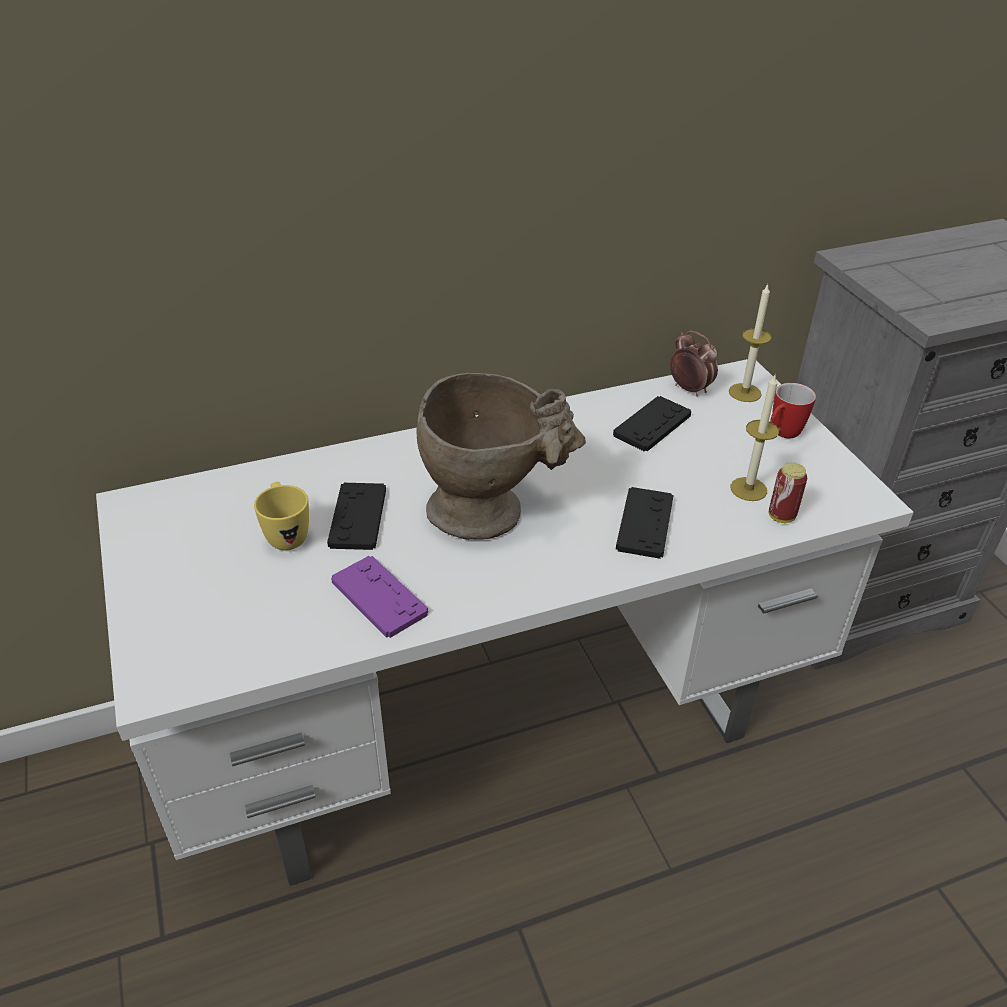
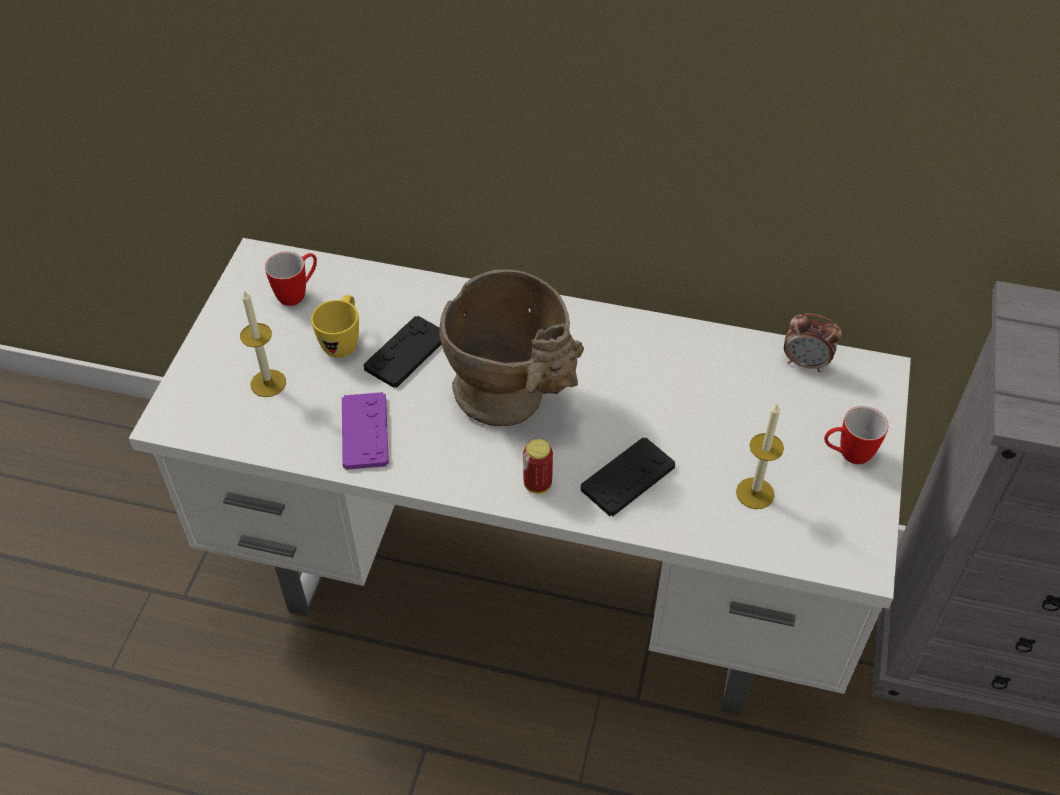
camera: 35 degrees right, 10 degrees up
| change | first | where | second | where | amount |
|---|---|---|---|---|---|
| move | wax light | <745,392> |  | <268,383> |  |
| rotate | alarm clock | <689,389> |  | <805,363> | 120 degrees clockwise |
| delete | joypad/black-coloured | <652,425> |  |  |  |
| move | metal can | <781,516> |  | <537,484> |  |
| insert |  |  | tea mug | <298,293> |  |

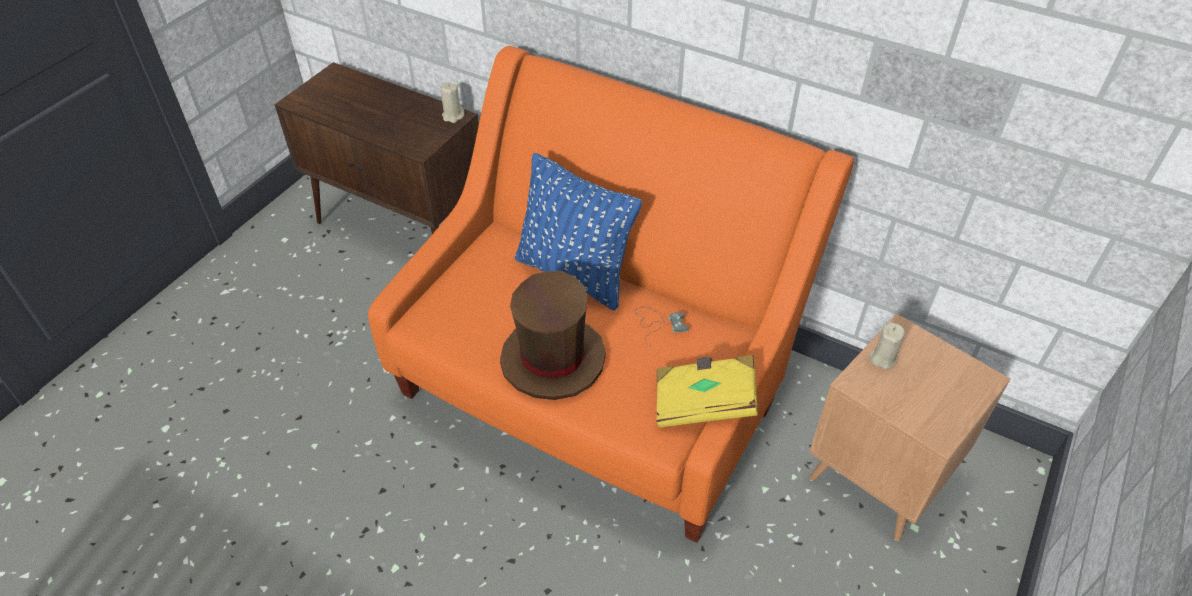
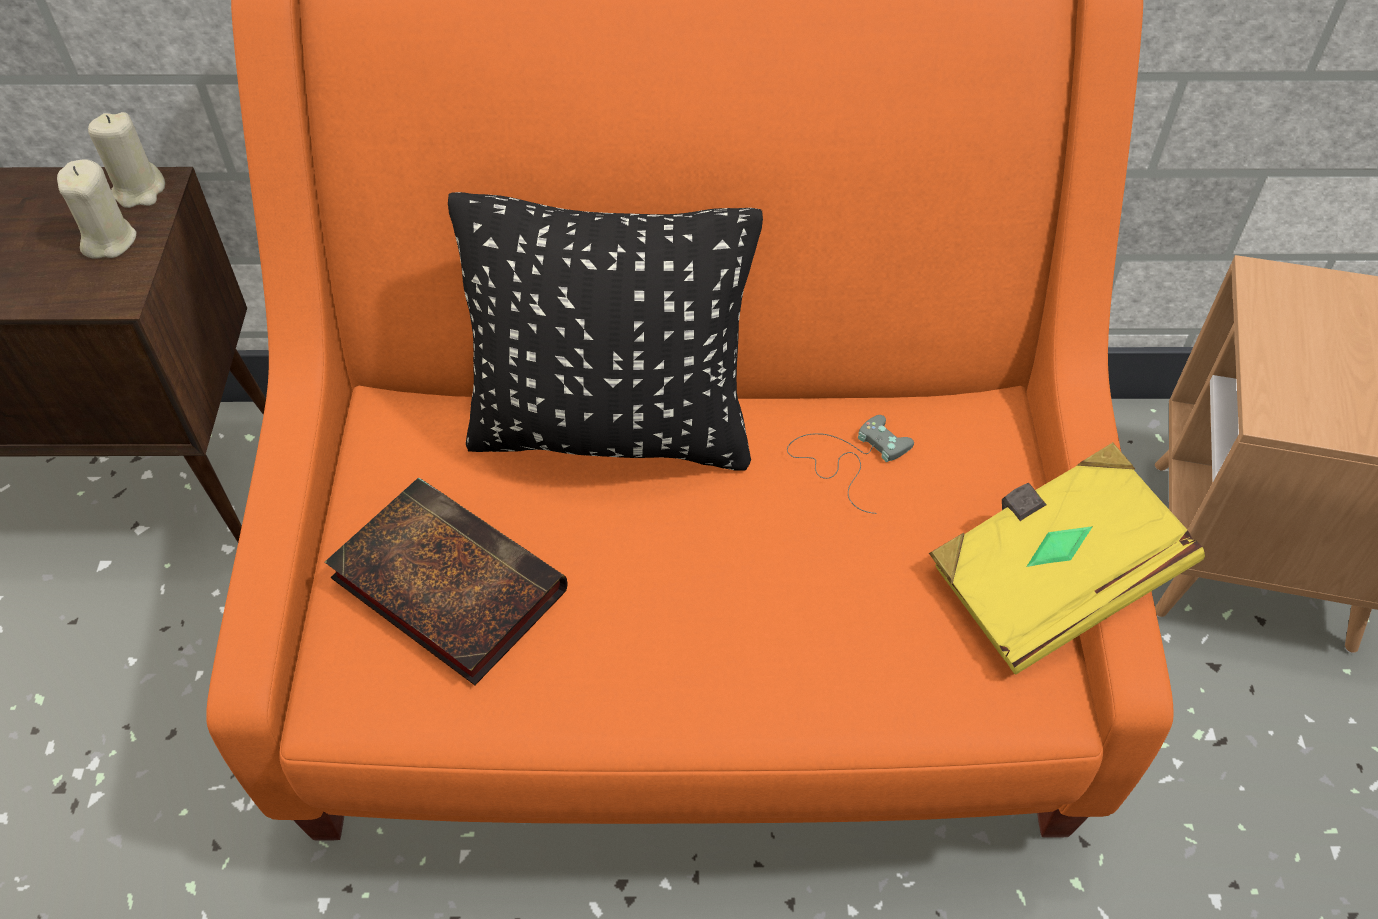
camera: 30 degrees left, 5 degrees up
| change | first | where | second | where | amount |
|---|---|---|---|---|---|
| recolor | throw pillow/bluish | <574,274> | throw pillow/black-coloured | <612,429> |  |
| delete | clothing hat/brown | <553,359> |  |  |  |
| move | wax light/beige | <883,358> |  | <109,240> |  |
| insert |  |  | volume | <443,584> |  |

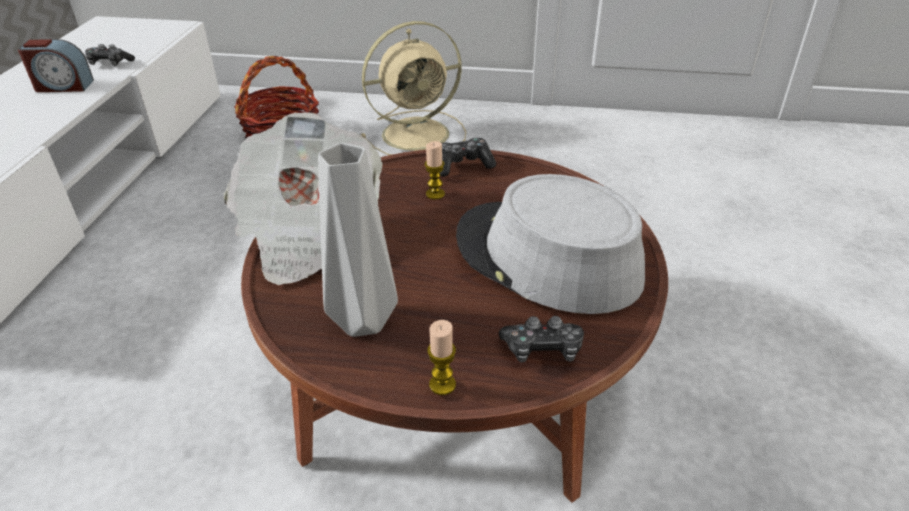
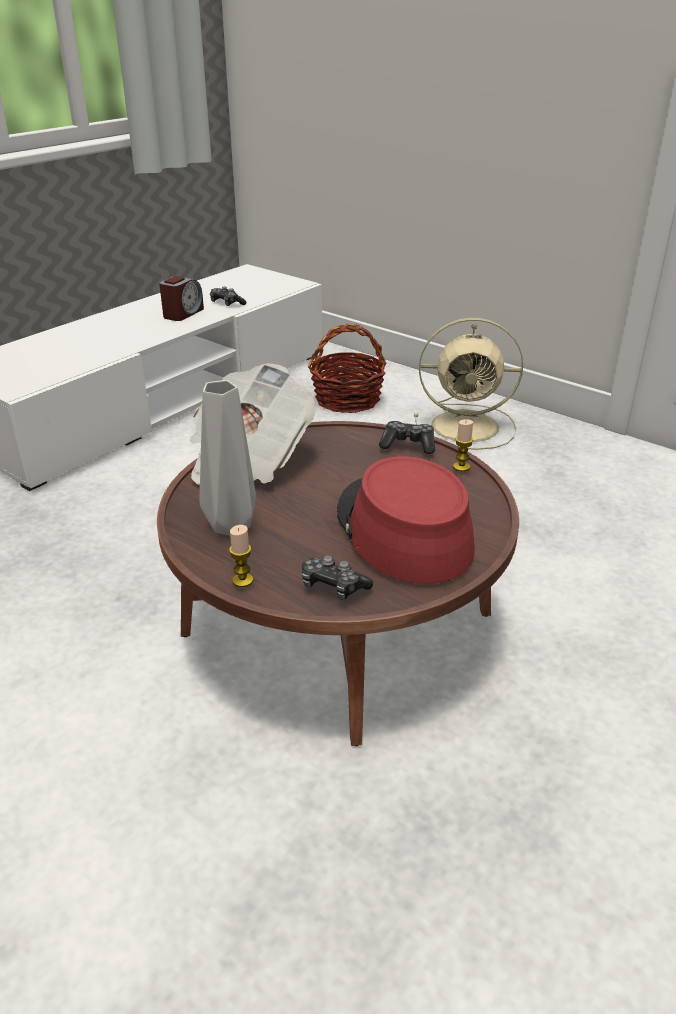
camera: 30 degrees right, 5 degrees down
| change | first | where | second | where | amount |
|---|---|---|---|---|---|
| rotate | alarm clock | <63,86> |  | <183,313> | 90 degrees counterclockwise |
| move | wax light | <435,194> |  | <461,467> |  |
| recolor | clothing hat/grey | <546,258> | clothing hat/red-coloured | <402,530> |  |

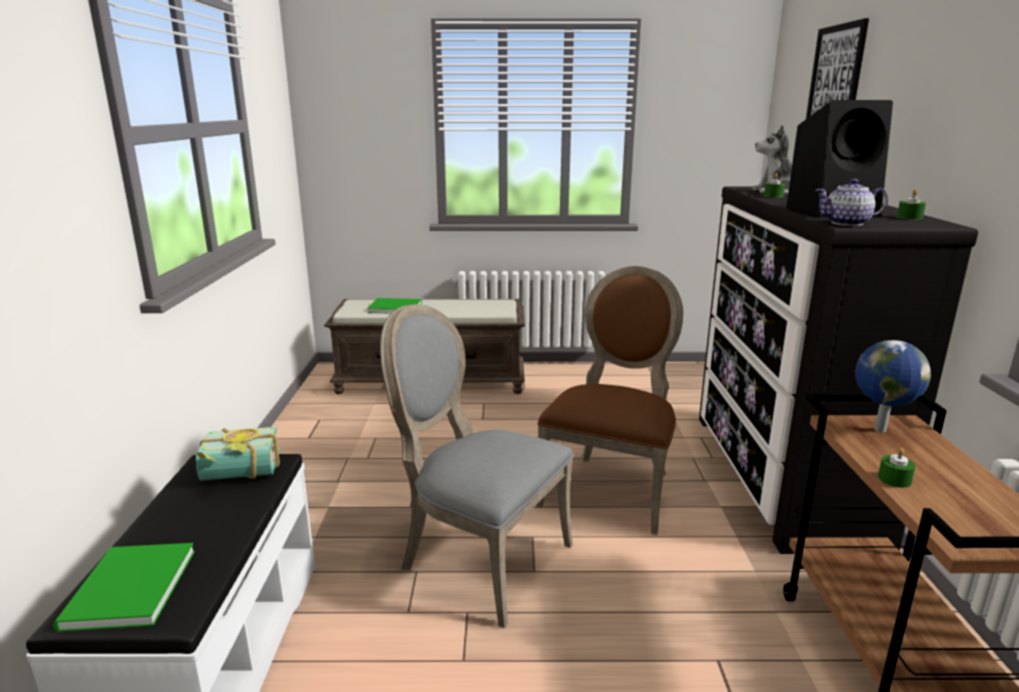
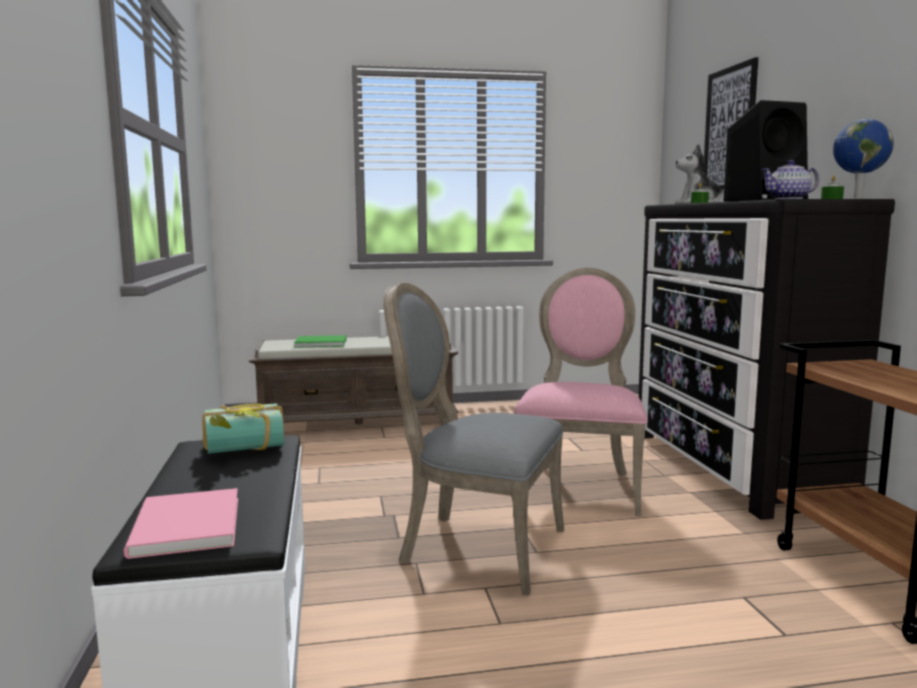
camera: 10 degrees left, 10 degrees down
| change | first | where | second | where | amount |
|---|---|---|---|---|---|
| recolor | plain chair/brown | <611,488> | plain chair/pink-coloured | <579,487> |  |
| move | world globe | <878,429> |  | <856,198> |  |
| delete | wax light/green-coloured | <894,479> |  |  |  |
| recolor | volume/green-coloured | <126,591> | volume/pink-coloured | <183,528> |  |

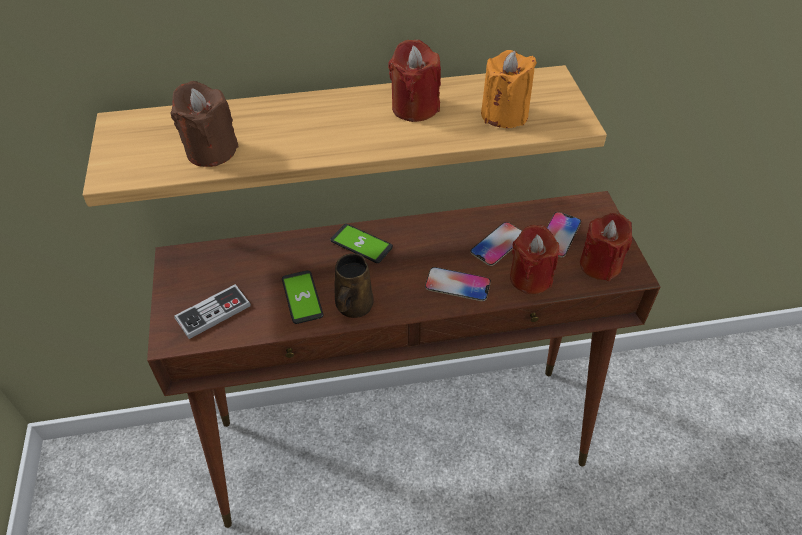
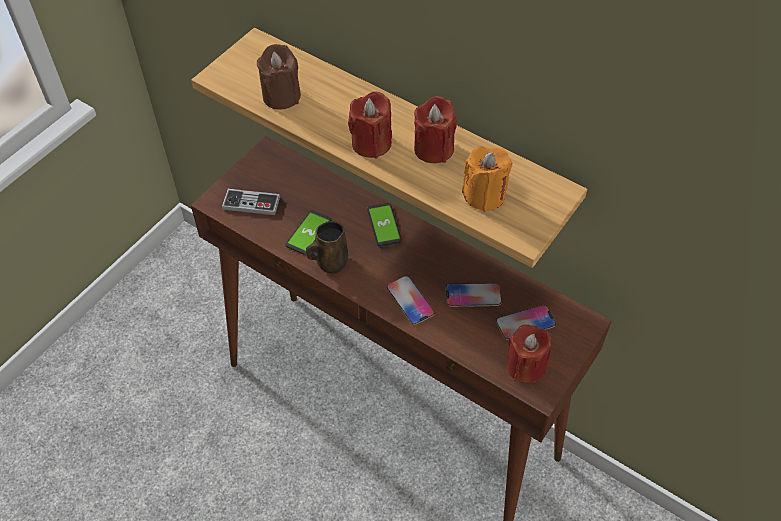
camera: 45 degrees right, 5 degrees up
| change | first | where | second | where | amount |
|---|---|---|---|---|---|
| move | wax light/red-coloured | <530,278> |  | <371,143> |  |

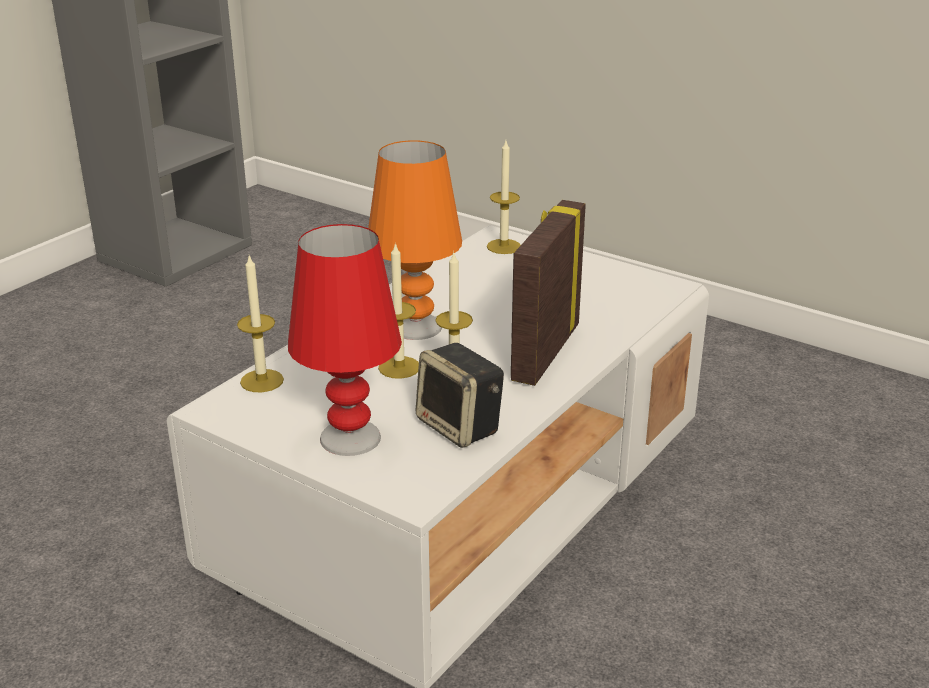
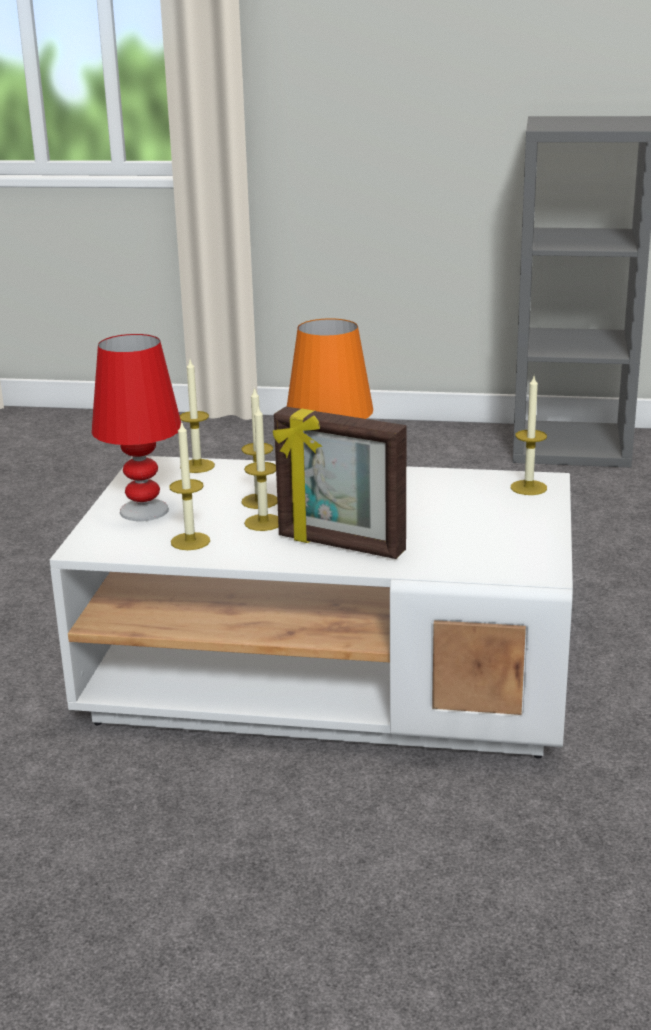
camera: 65 degrees right, 5 degrees down
| change | first | where | second | where | amount |
|---|---|---|---|---|---|
| rotate | standing frame | <543,352> |  | <340,545> | 150 degrees counterclockwise |
| replace | loudspeaker | <461,427> | wax light | <190,541> |  |

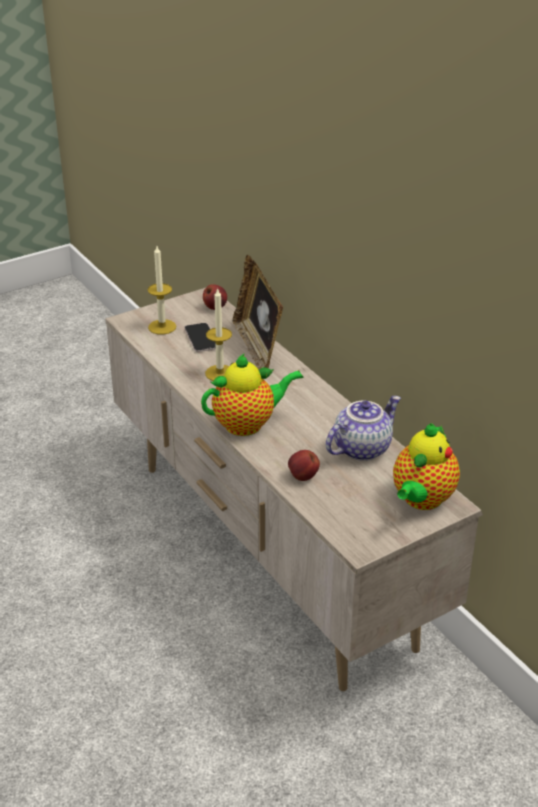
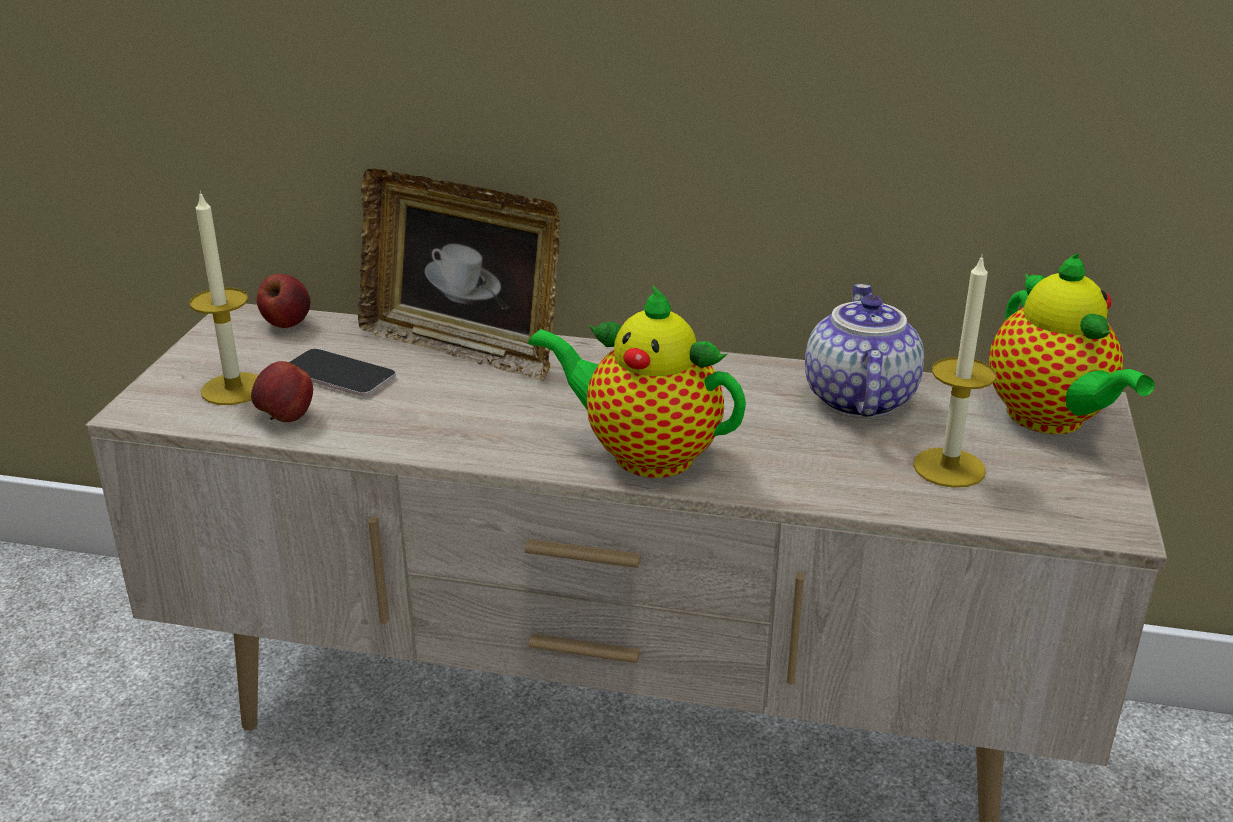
camera: 45 degrees left, 5 degrees down
| change | first | where | second | where | amount |
|---|---|---|---|---|---|
| move | wax light | <220,373> |  | <949,467> |  |
| rotate | tea pot | <248,424> |  | <644,454> | 90 degrees counterclockwise |
| move | apple fruit | <302,477> |  | <286,418> |  |

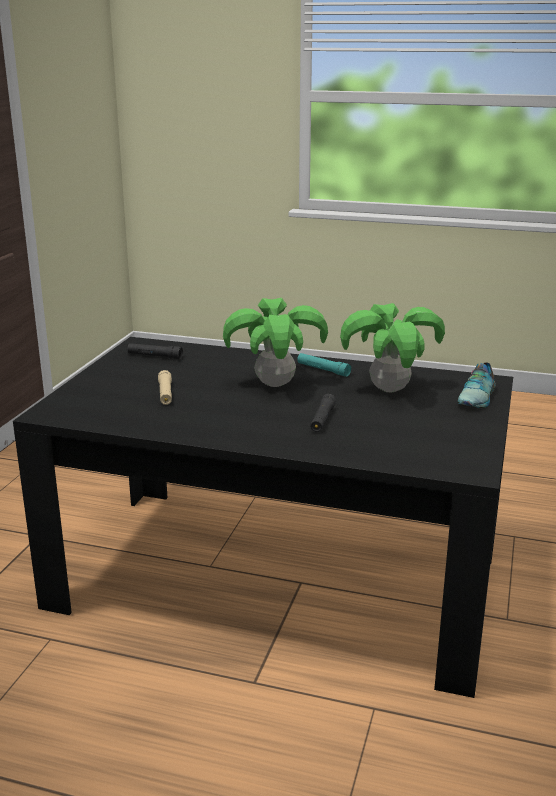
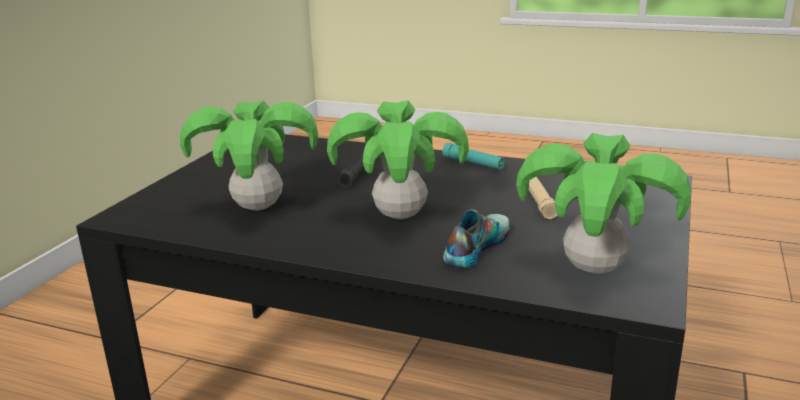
camera: 175 degrees left, 0 degrees up
| change | first | where | second | where | amount |
|---|---|---|---|---|---|
| replace | flashlight/black-coloured | <155,356> | houseplant | <594,268> |  |
| move | flashlight/turquoise-coloured | <323,370> |  | <473,163> |  |
| move | shoe | <478,398> |  | <475,246> |  |

